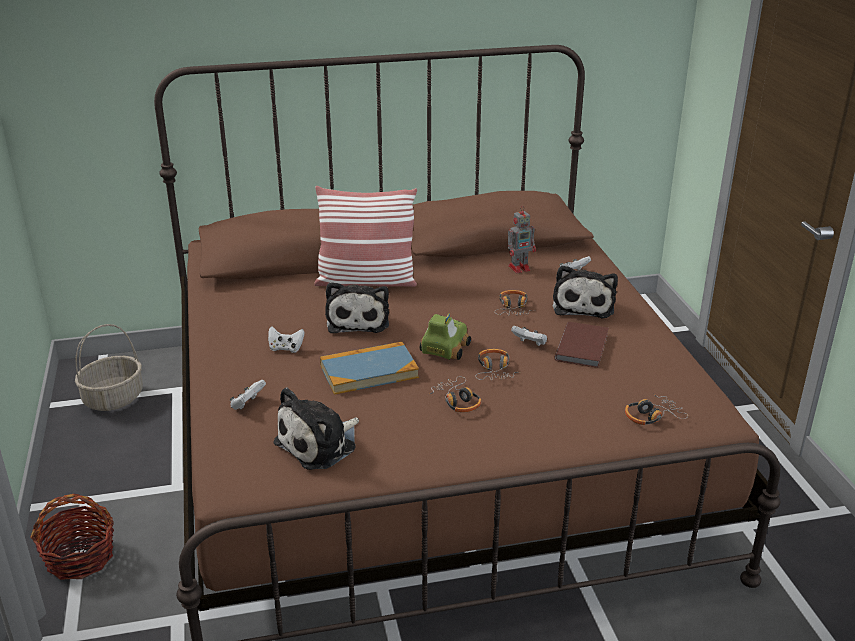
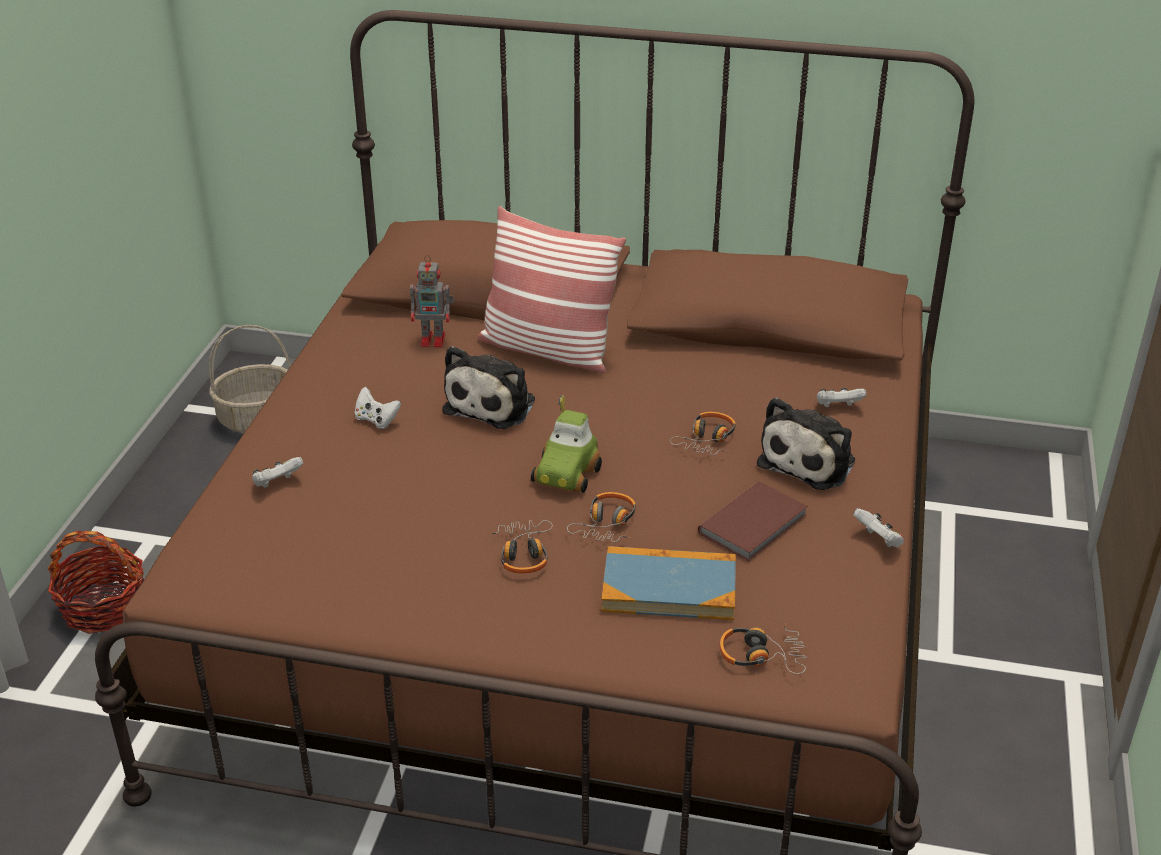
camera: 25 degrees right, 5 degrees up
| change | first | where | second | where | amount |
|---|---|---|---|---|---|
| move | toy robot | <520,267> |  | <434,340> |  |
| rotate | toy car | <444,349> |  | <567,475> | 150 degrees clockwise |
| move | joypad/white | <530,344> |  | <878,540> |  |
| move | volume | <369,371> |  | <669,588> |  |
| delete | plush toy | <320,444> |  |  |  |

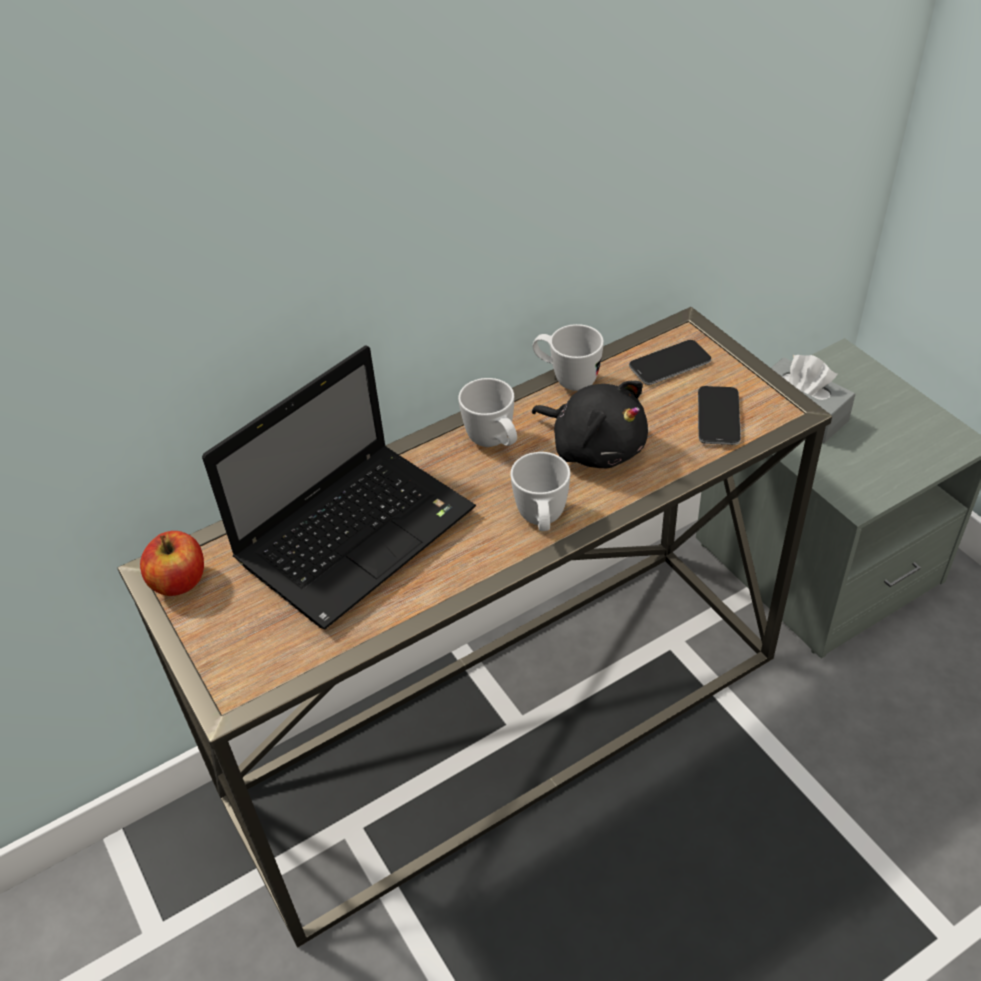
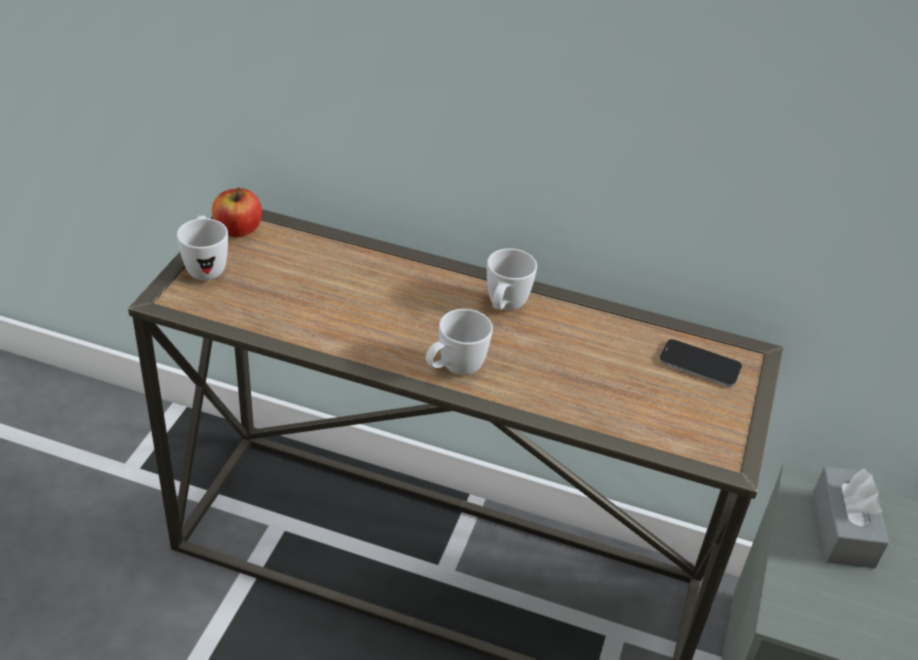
camera: 45 degrees right, 5 degrees down
| change | first | where | second | where | amount |
|---|---|---|---|---|---|
| move | tea mug/white | <566,379> |  | <205,266> |  |
| delete | notebook computer | <358,532> |  |  |  |
| delete | plush toy/black-coloured | <595,447> |  |  |  |
| delete | telephone | <718,417> |  |  |  |

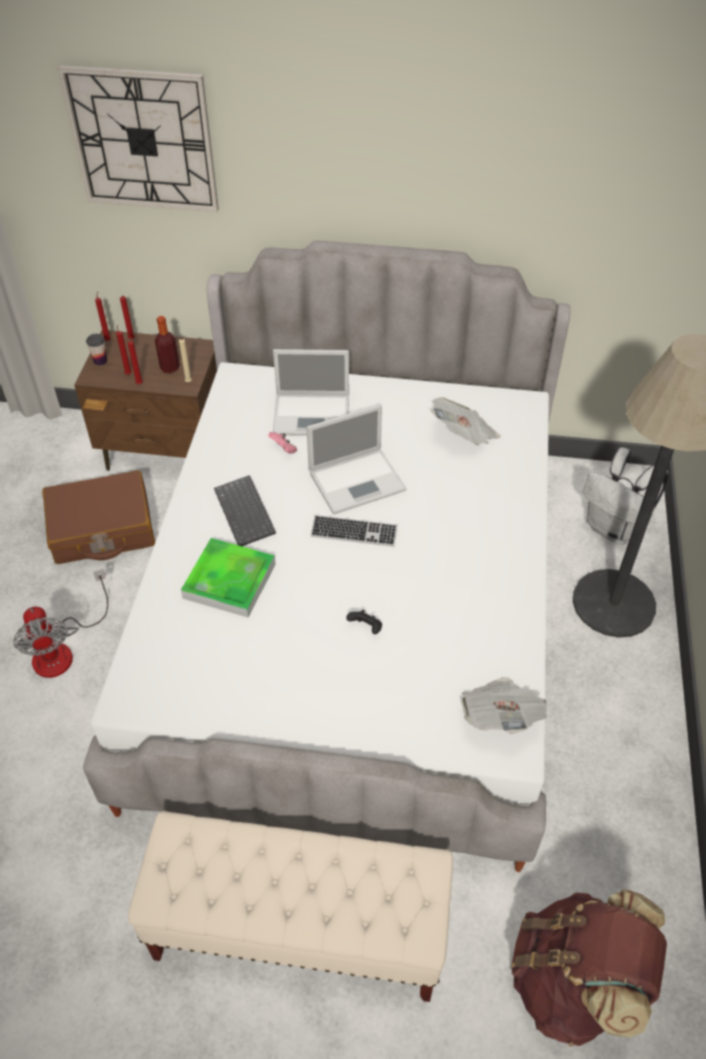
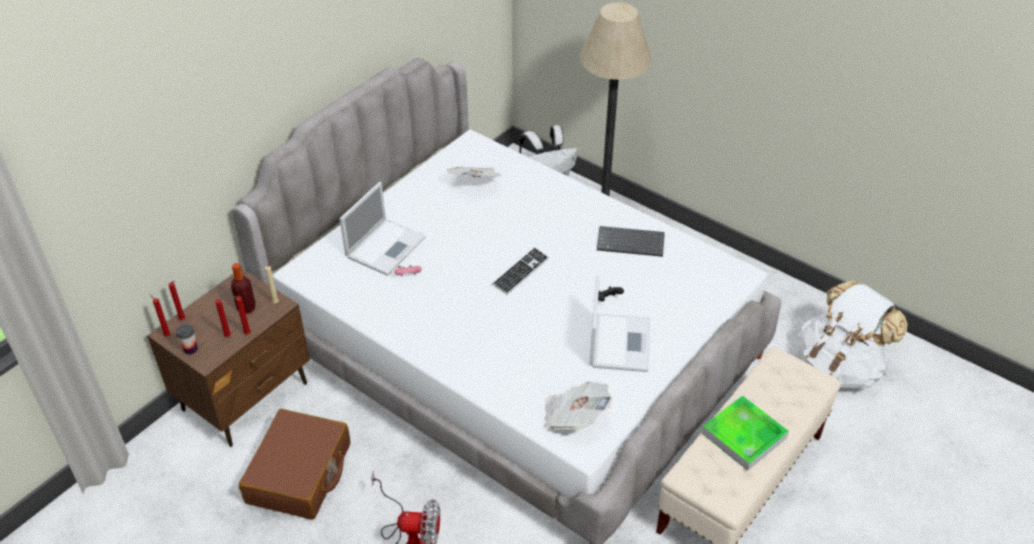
camera: 60 degrees left, 5 degrees down
| change | first | where | second | where | amount |
|---|---|---|---|---|---|
| delete | wall clock | <143,140> |  |  |  |
| move | notebook computer | <358,480> |  | <619,341> |  |
| move | PC keyboard | <246,512> |  | <631,242> |  |
| move | serving tray | <229,581> |  | <744,435> |  |
| move | daily paper | <500,716> |  | <574,417> |  |
| recolor | rucksack/brown | <574,982> | rucksack/white | <839,367> |  |

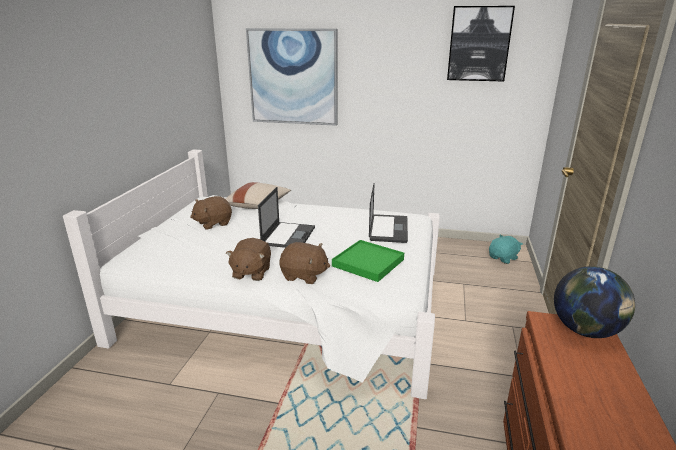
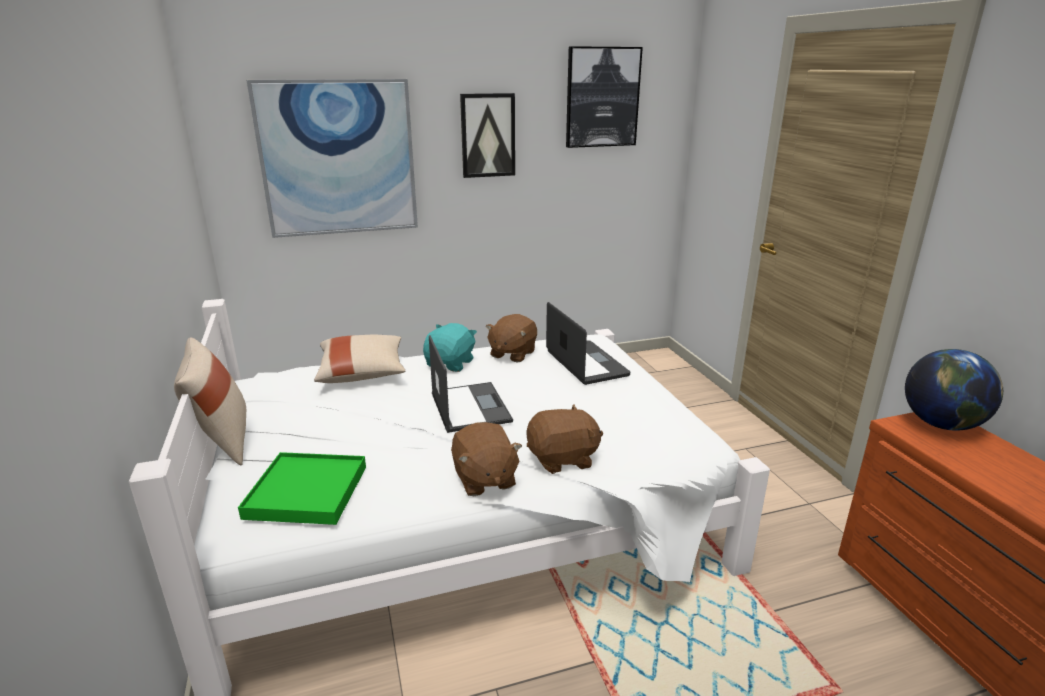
camera: 30 degrees left, 0 degrees up
| change | first | where | second | where | amount |
|---|---|---|---|---|---|
| move | plush toy/brown | <213,223> |  | <512,353> |  |
| move | plush toy/turquoise-coloured | <503,258> |  | <451,364> |  |
| move | serving tray/green-coloured | <368,263> |  | <307,492> |  |
| insert |  |  | picture | <487,135> |  |
| insert |  |  | throw pillow/beige | <222,441> |  |

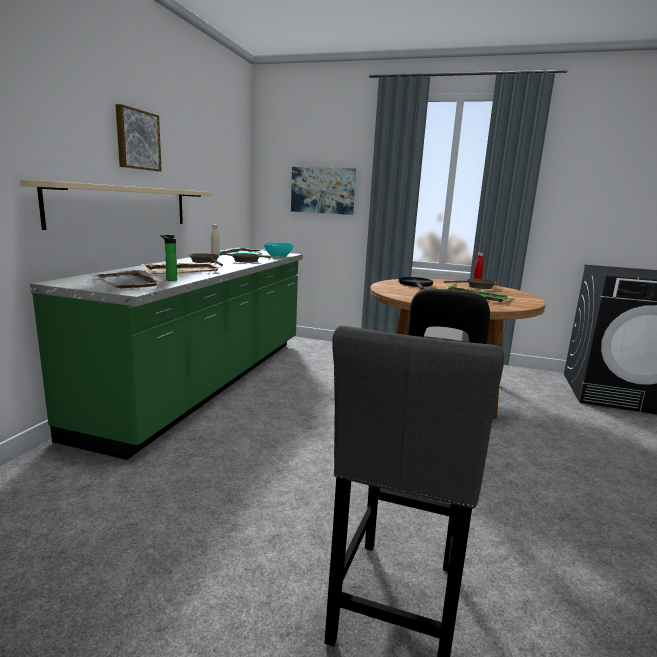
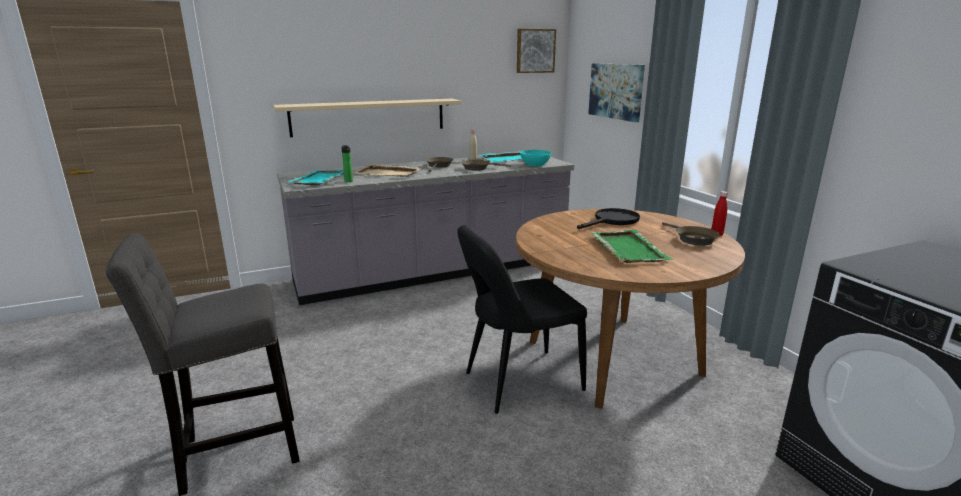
camera: 50 degrees right, 5 degrees up
| change | first | where | second | where | amount |
|---|---|---|---|---|---|
| move | picture | <137,140> |  | <535,51> |  |
| recolor | counter/green-coloured | <208,381> | counter/grey | <434,272> |  |
| recolor | serving tray/grey | <127,282> | serving tray/turquoise-coloured | <319,179> |  |

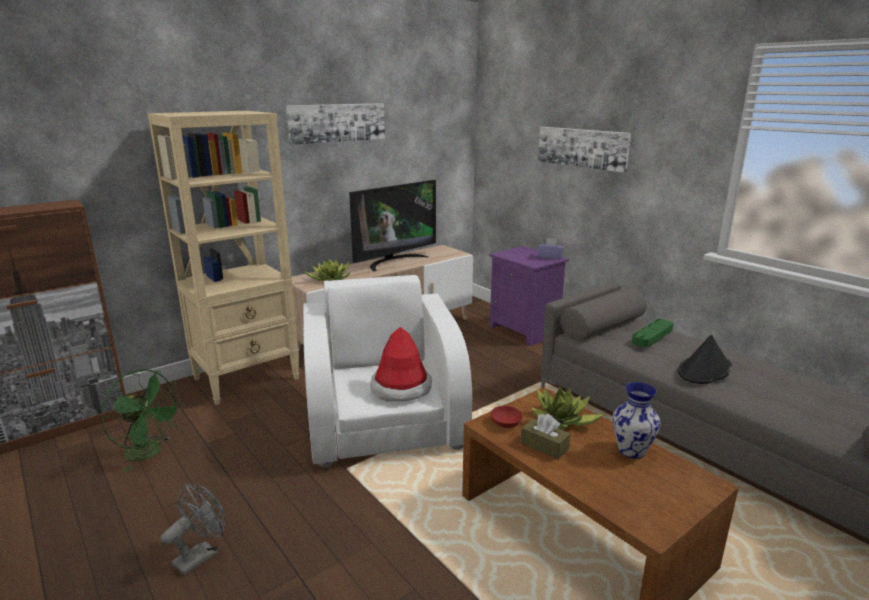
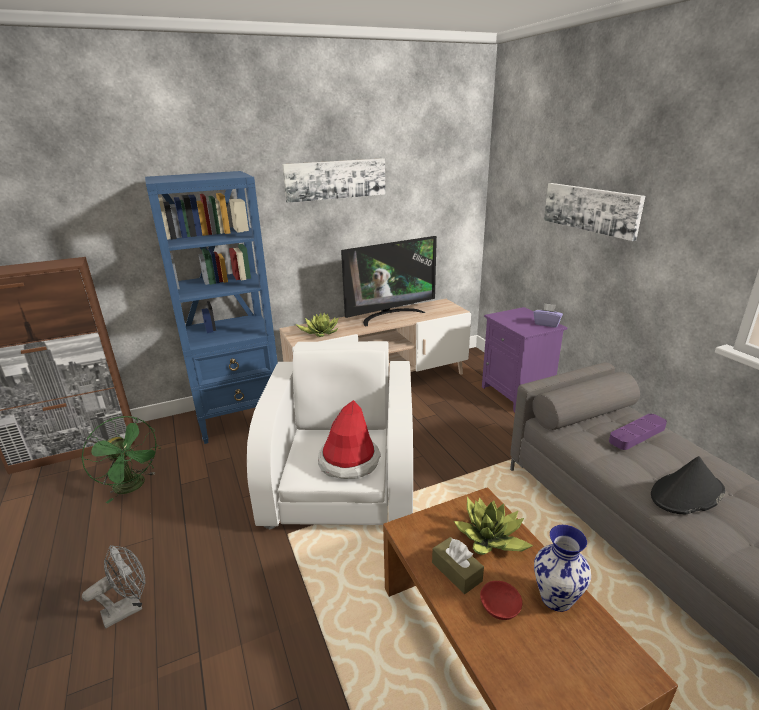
camera: 15 degrees right, 5 degrees up
| change | first | where | second | where | amount |
|---|---|---|---|---|---|
| recolor | shelving unit/beige | <248,378> | shelving unit/bluish | <241,418> |  |
| recolor | serving tray/green-coloured | <652,336> | serving tray/purple | <637,434> |  |
| move | bowl/red-coloured | <504,423> |  | <498,607> |  |

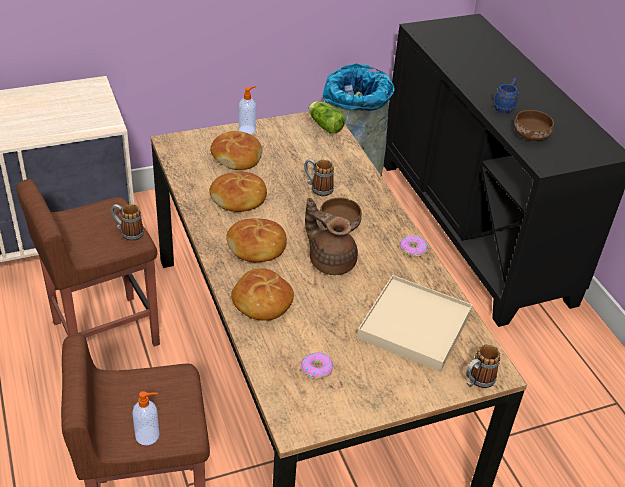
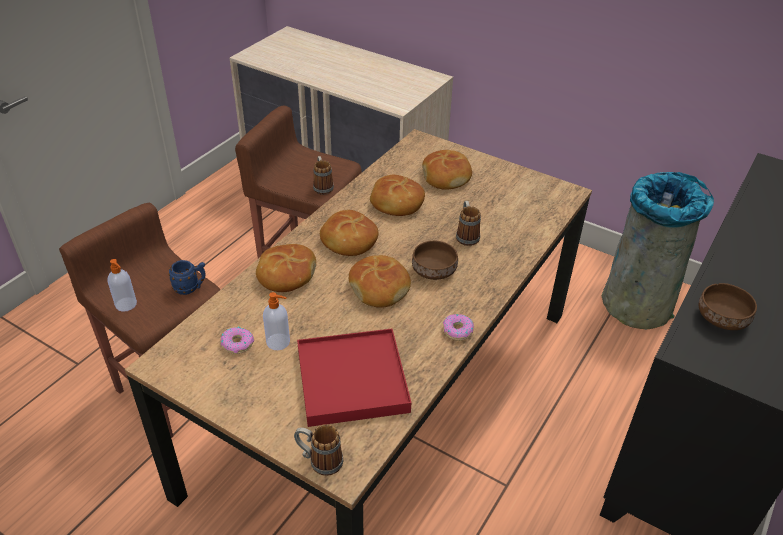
camera: 55 degrees right, 0 degrees up
| change | first | where | second | where | amount |
|---|---|---|---|---|---|
| move | tea mug/bluish | <504,107> |  | <191,288> |  |
| move | liquid soap bottle | <247,129> |  | <279,342> |  |
| delete | head of lettuce | <324,125> |  |  |  |
| replace | tea pot/brown | <330,261> | bakery bread | <380,288> |  |
| recolor | serving tray/beige | <415,325> | serving tray/red-coloured | <352,380> |  |

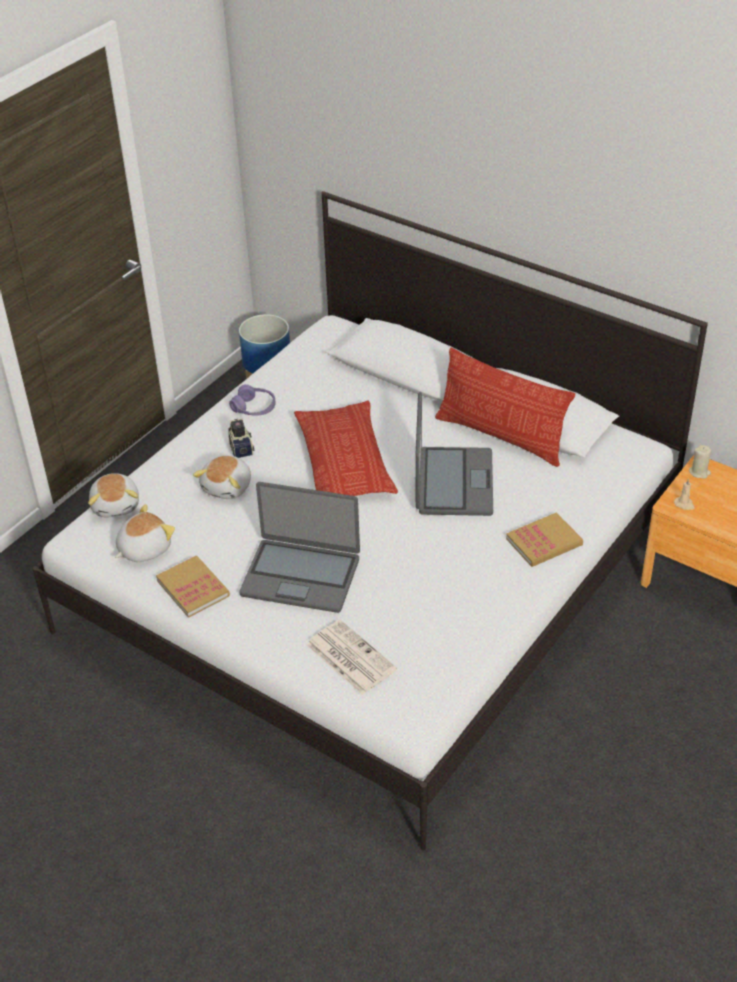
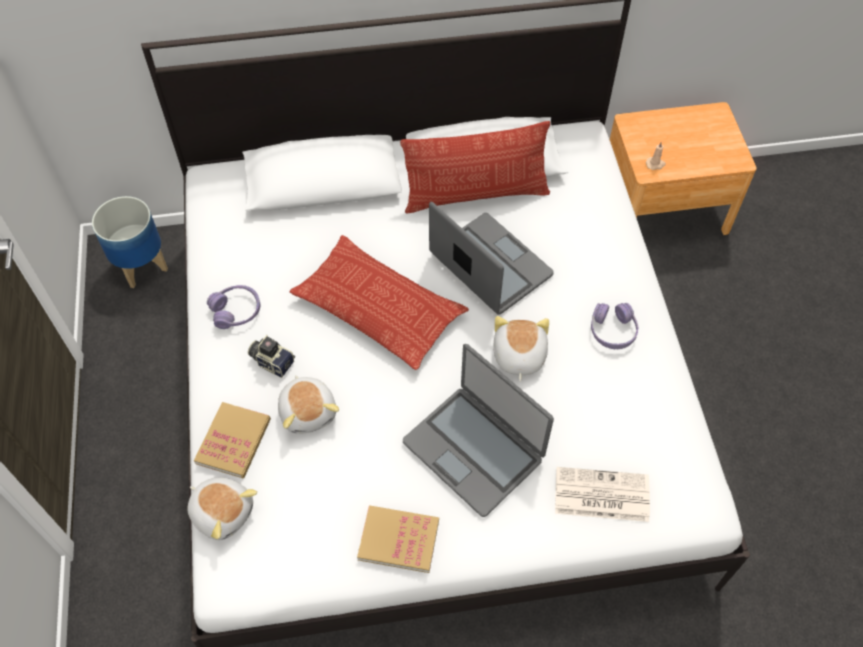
camera: 45 degrees left, 15 degrees up
| change | first | where | second | where | amount |
|---|---|---|---|---|---|
| delete | wax light/beige | <699,472> |  |  |  |
| rotate | notebook computer | <301,575> |  | <474,450> | 75 degrees clockwise |
| move | plush toy | <143,548> |  | <518,356> |  |
| move | volume | <544,542> |  | <233,441> |  |
| insert |  |  | pair of headphones/purple | <612,331> |  |

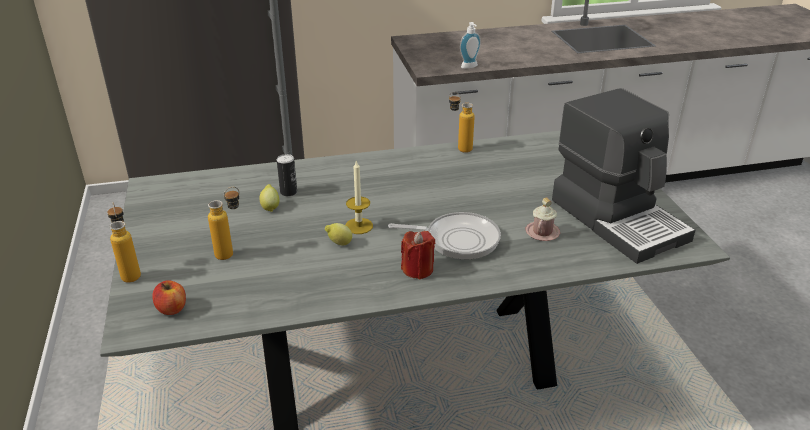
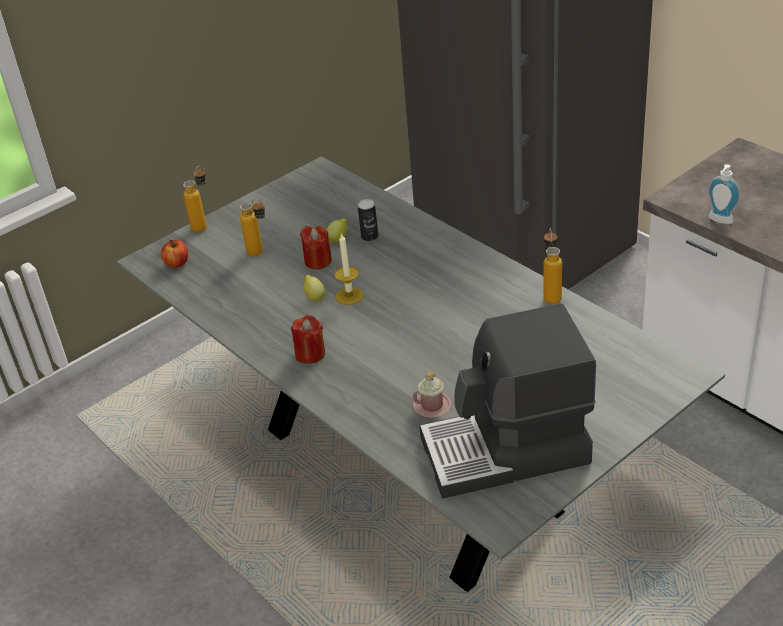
camera: 65 degrees right, 5 degrees up
| change | first | where | second | where | amount |
|---|---|---|---|---|---|
| rotate | coffee brewer | <618,219> |  | <507,451> | 45 degrees clockwise |
| delete | pan | <457,239> |  |  |  |
| insert |  |  | wax light/red-coloured | <318,261> |  |

